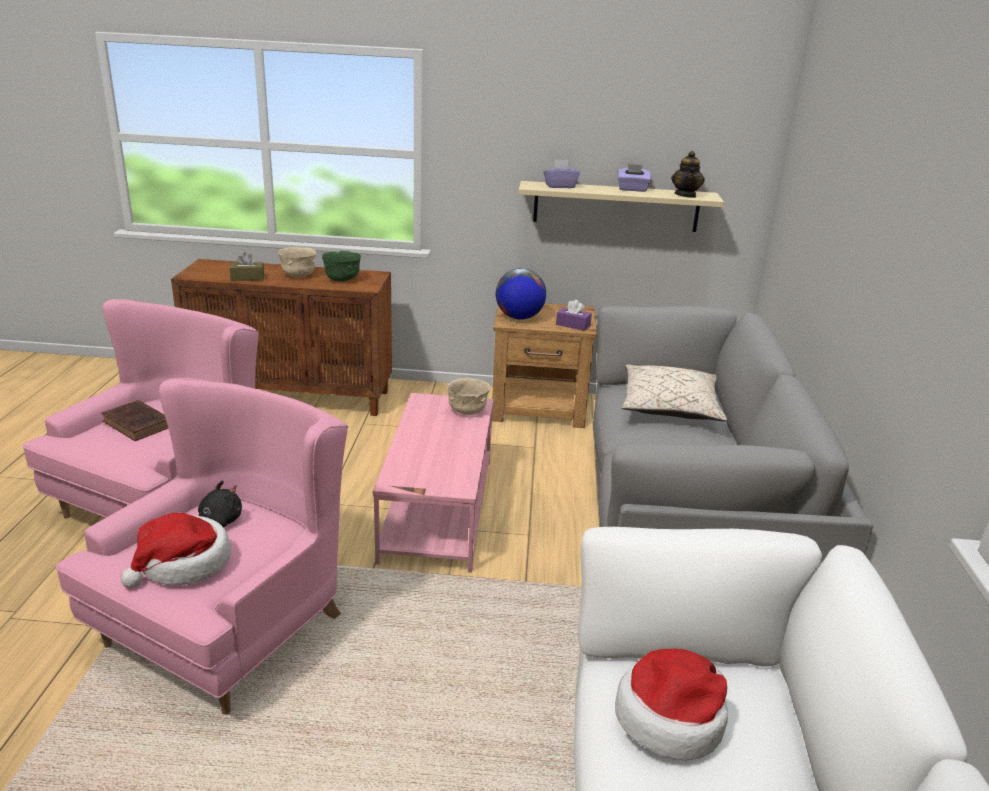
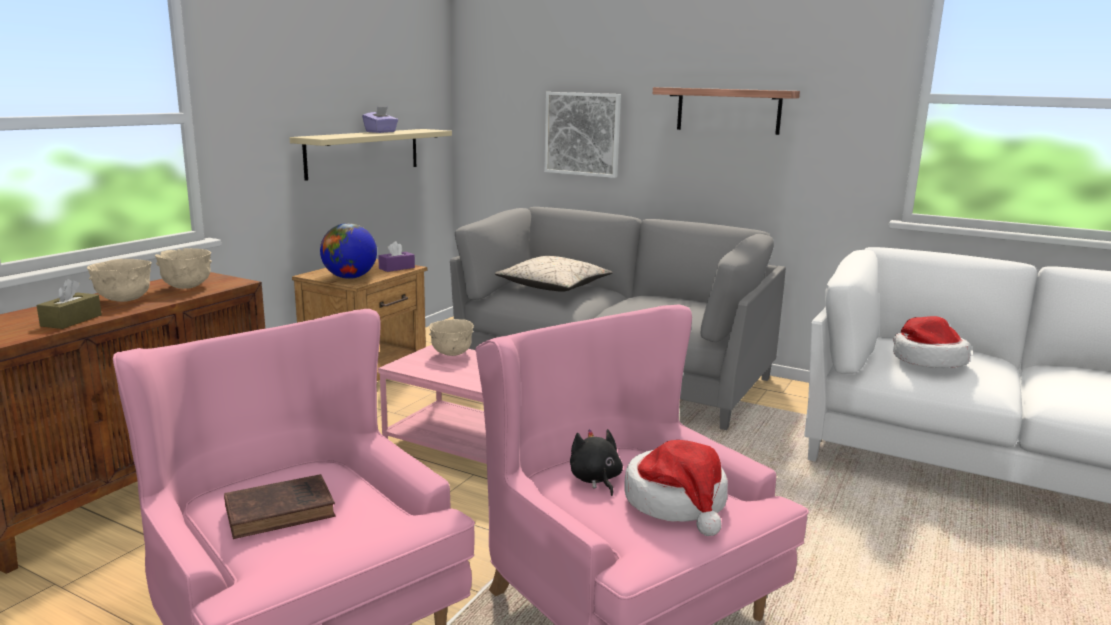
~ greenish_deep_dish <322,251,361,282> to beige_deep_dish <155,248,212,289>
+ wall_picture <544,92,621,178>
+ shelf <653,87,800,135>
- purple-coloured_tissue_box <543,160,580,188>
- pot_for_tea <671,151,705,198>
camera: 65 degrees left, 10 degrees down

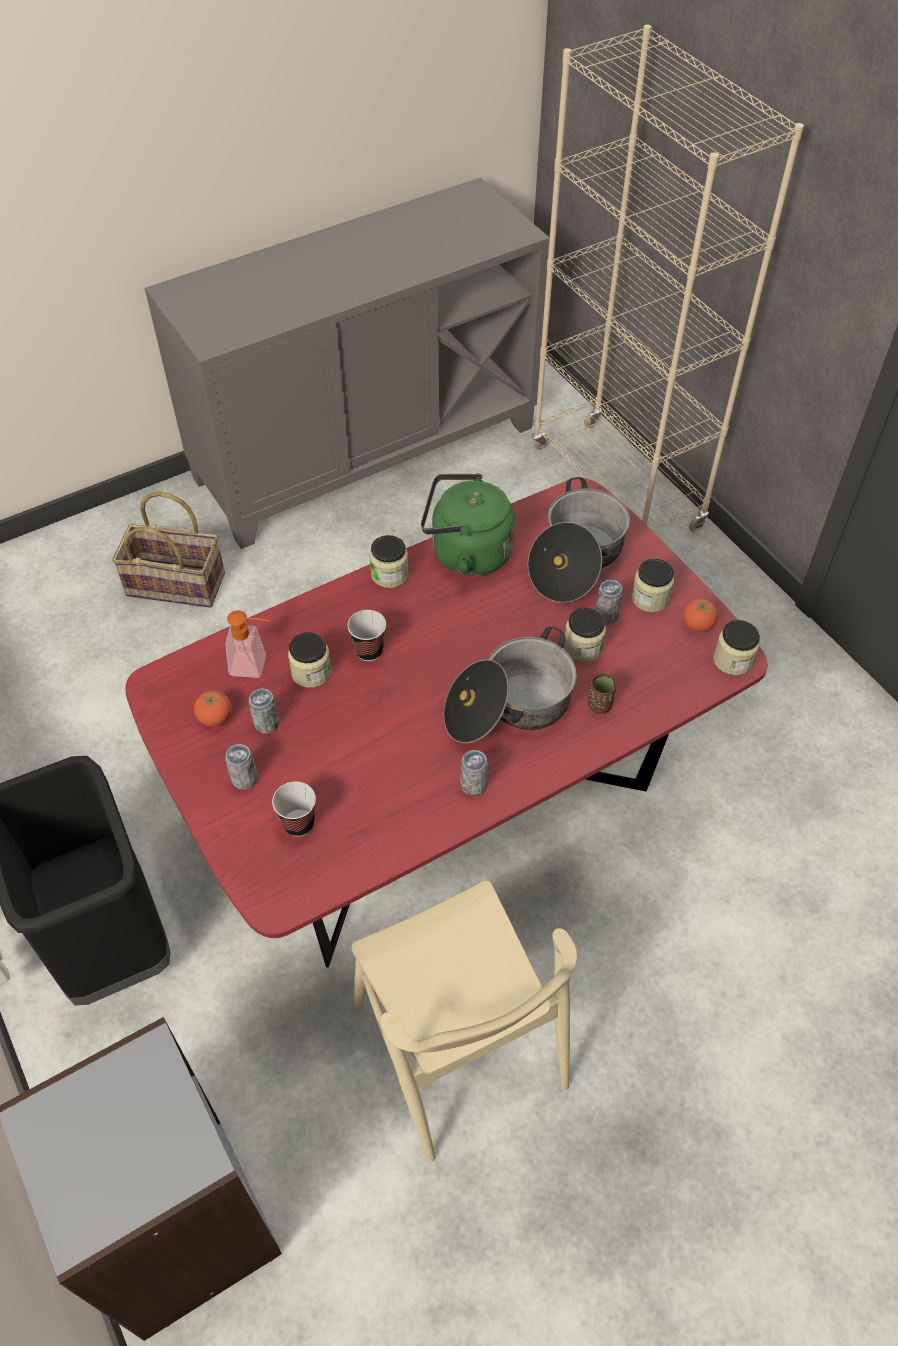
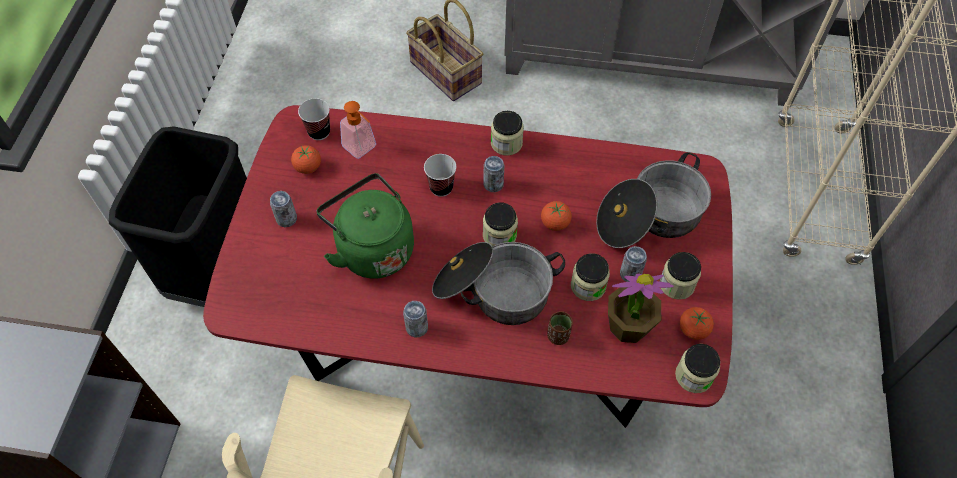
~ drinking_cup <272,782,316,837> to <298,98,330,140>
~ greenish_tea_kettle <421,473,516,576> to <316,173,414,279>
~ metal_can <249,688,279,734> to <483,156,504,192>
~ preserve_jar <288,632,331,688> to <483,202,518,246>
+ fresh_tomato <541,201,572,231>
+ houseplant <608,273,674,343>
camera: 40 degrees right, 5 degrees up

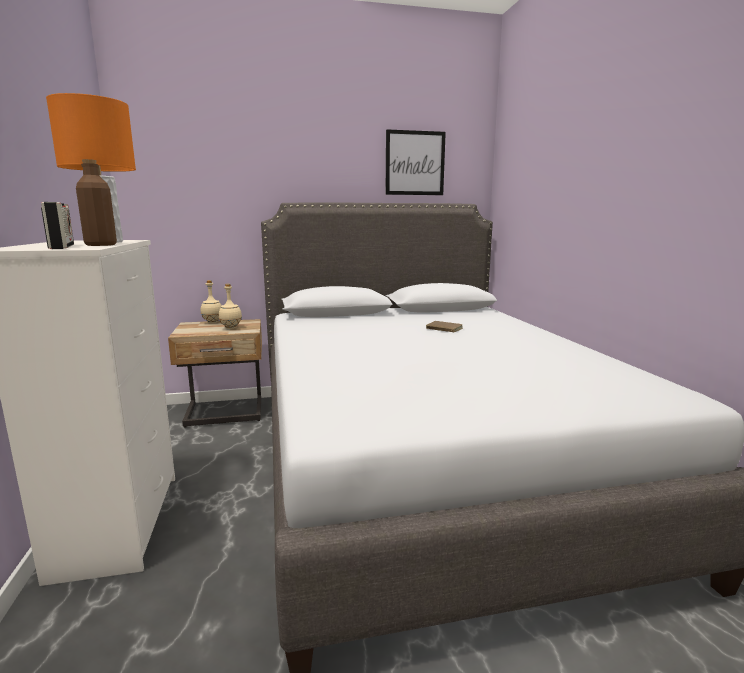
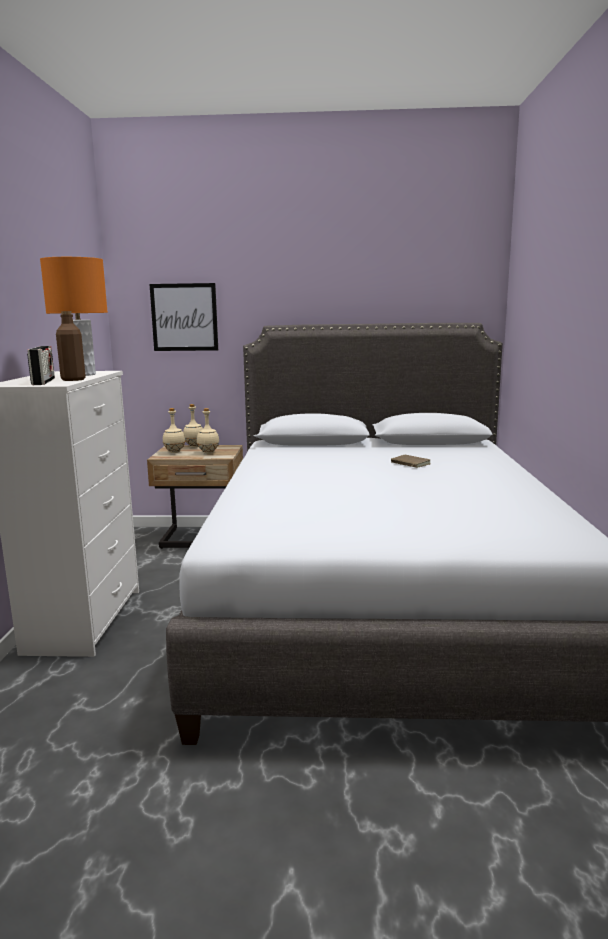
~ wall_picture <385,129,446,195> to <149,283,218,351>
+ beige_beverage_bottle <163,408,186,453>
camera: 15 degrees right, 0 degrees up

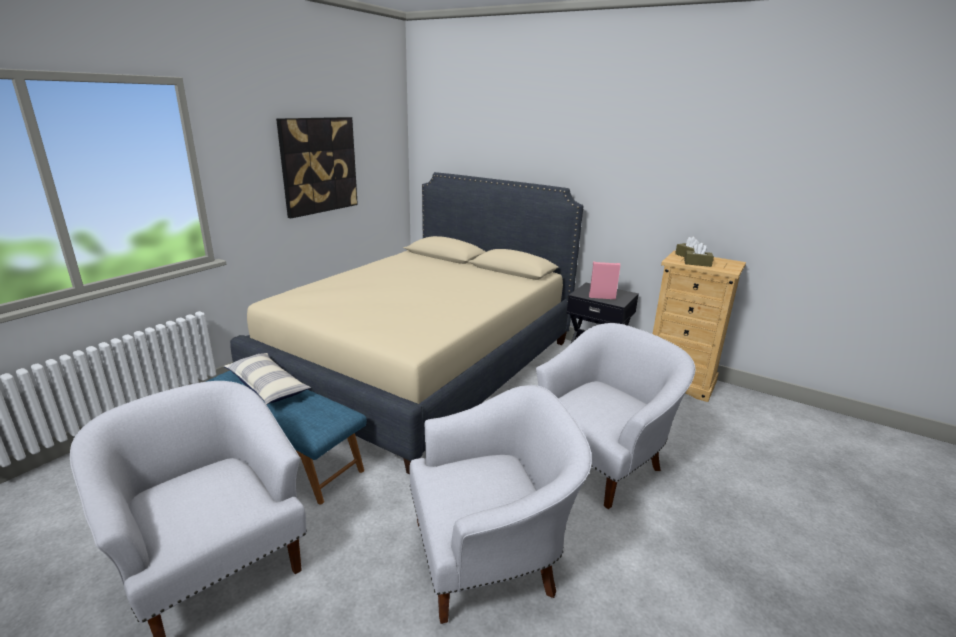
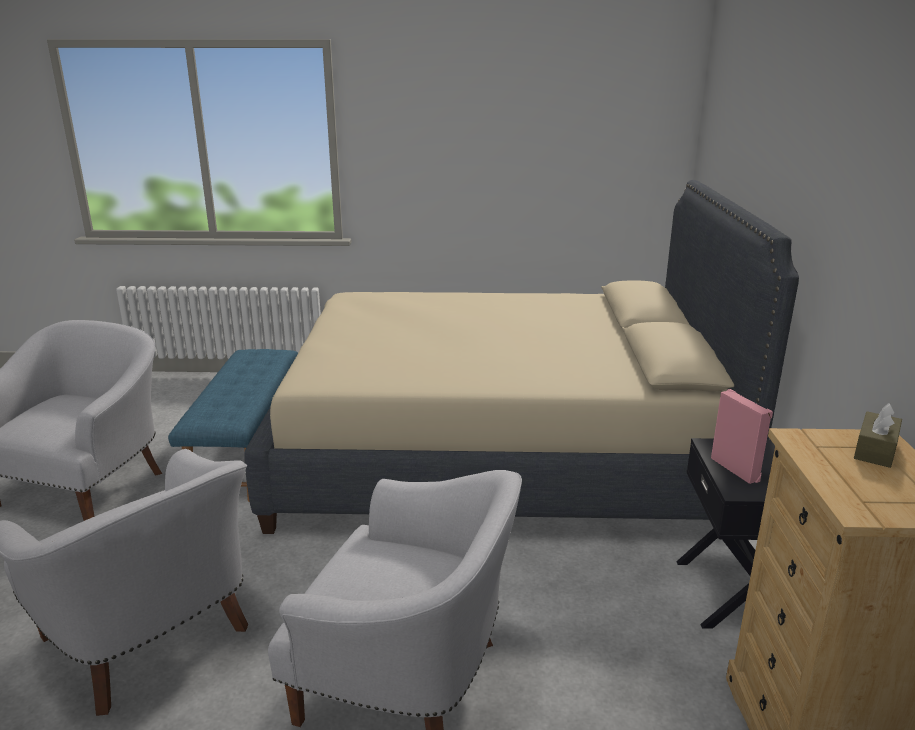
- cushion <224,353,311,405>
- wall_picture <276,117,358,218>
- brown-coloured_tissue_box <684,243,714,267>
camera: 60 degrees right, 0 degrees up

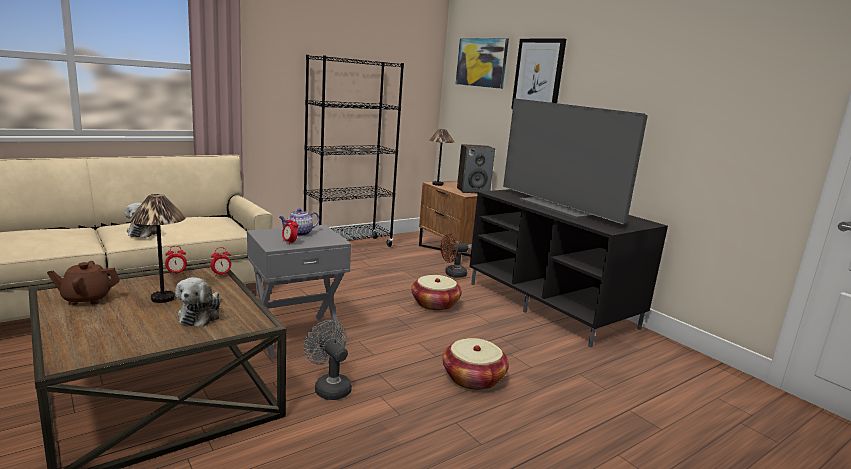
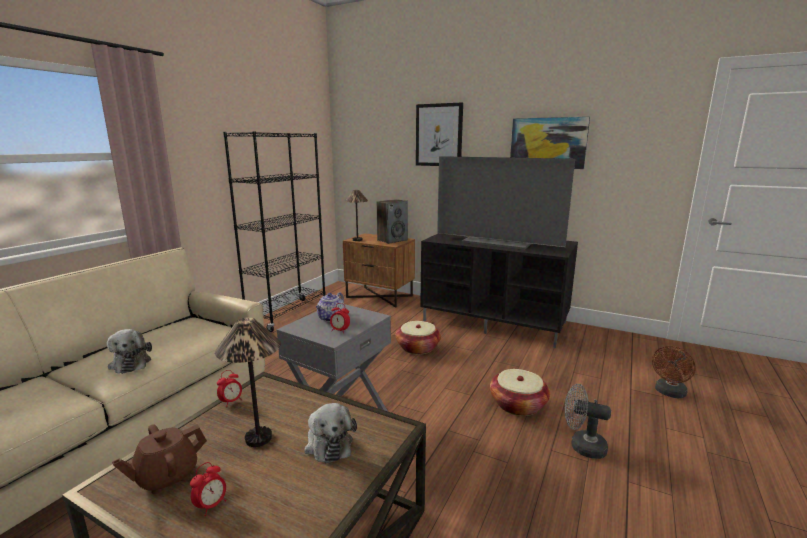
~ alarm_clock <211,247,231,277> to <190,462,226,516>
~ wall_picture <456,38,509,89> to <510,117,590,169>
~ grey_fan <304,320,352,400> to <565,384,611,459>
~ brown-coloured_fan <441,234,468,277> to <652,346,696,398>
camera: 25 degrees left, 0 degrees up

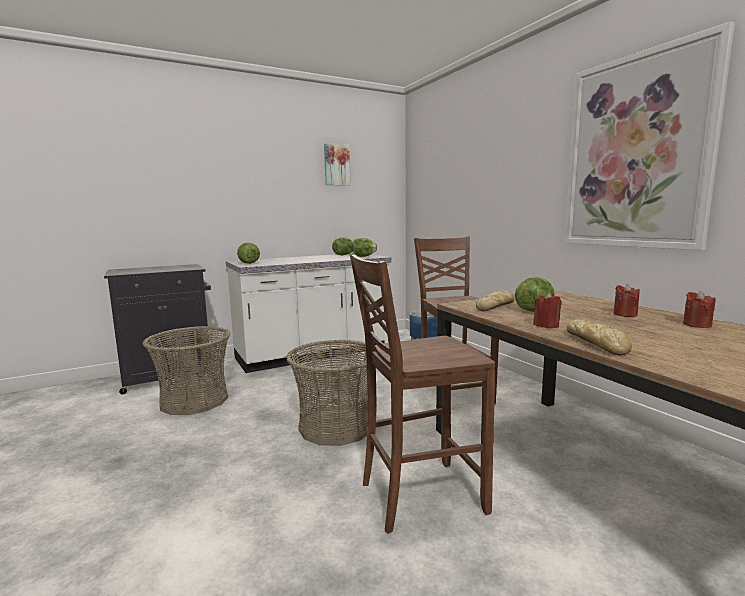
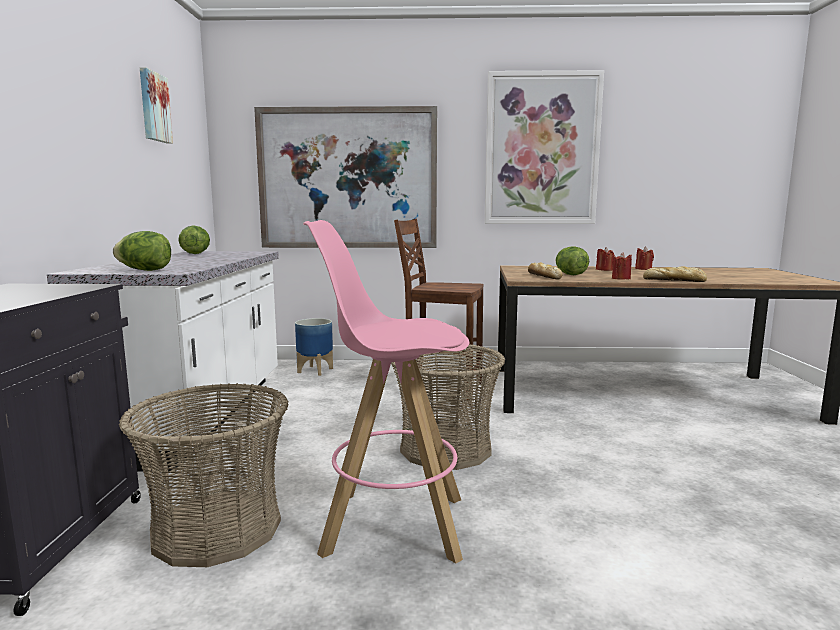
+ wall_picture <254,106,437,248>
+ pink-coloured_stool_seat <303,220,469,563>
- brown-coloured_chair <350,253,496,534>
- head_of_lettuce <352,238,377,257>
camera: 60 degrees left, 0 degrees up

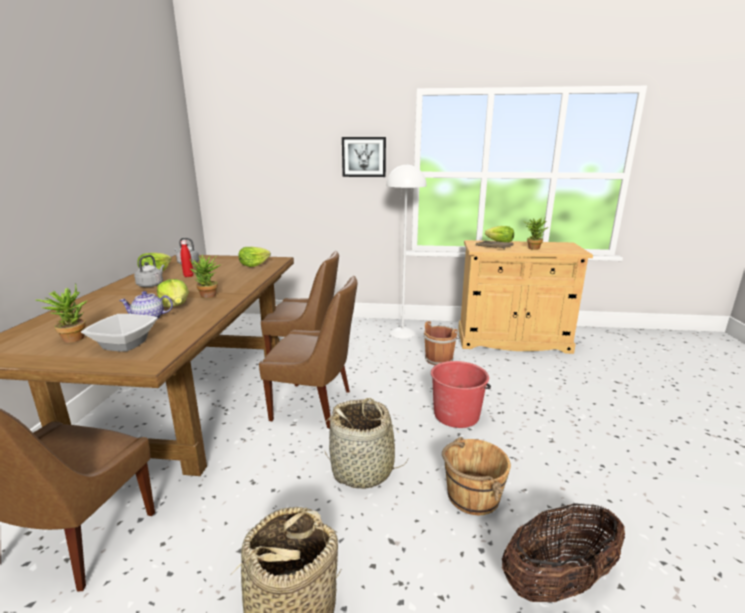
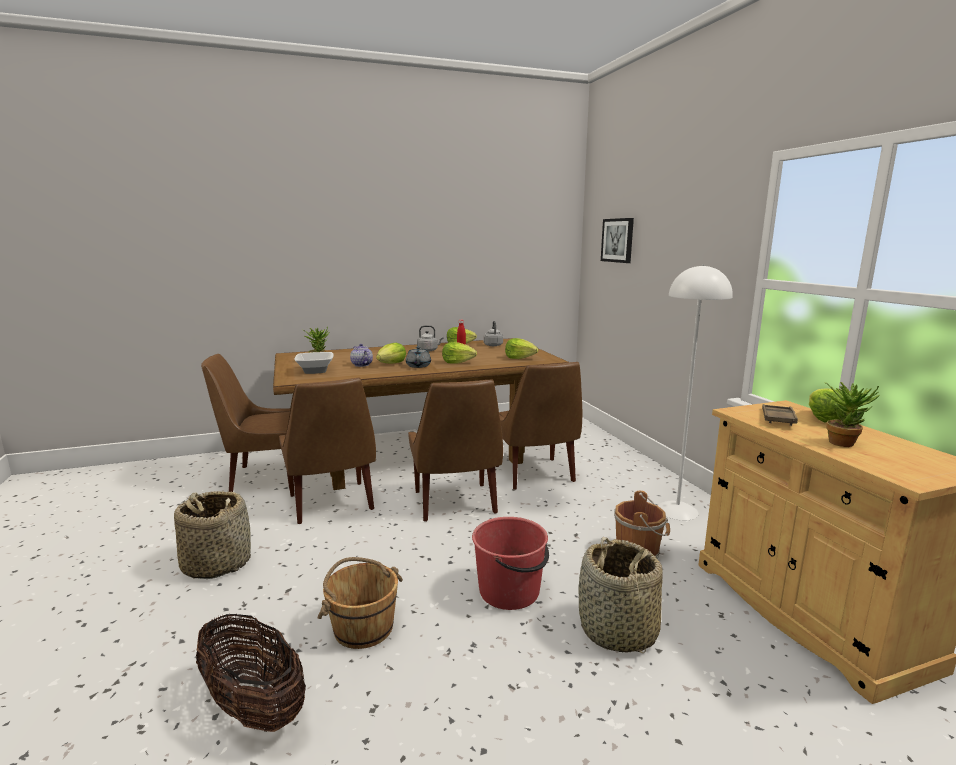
+ brown-coloured_chair <279,378,376,524>
~ houseplant <189,254,221,298> to grey_pot_for_tea <406,346,431,368>
+ head_of_lettuce <442,342,477,364>
~ storage_basket <324,398,408,489> to <578,537,663,653>
~ wall_picture <342,137,386,177> to <601,218,634,263>
camera: 65 degrees right, 5 degrees down

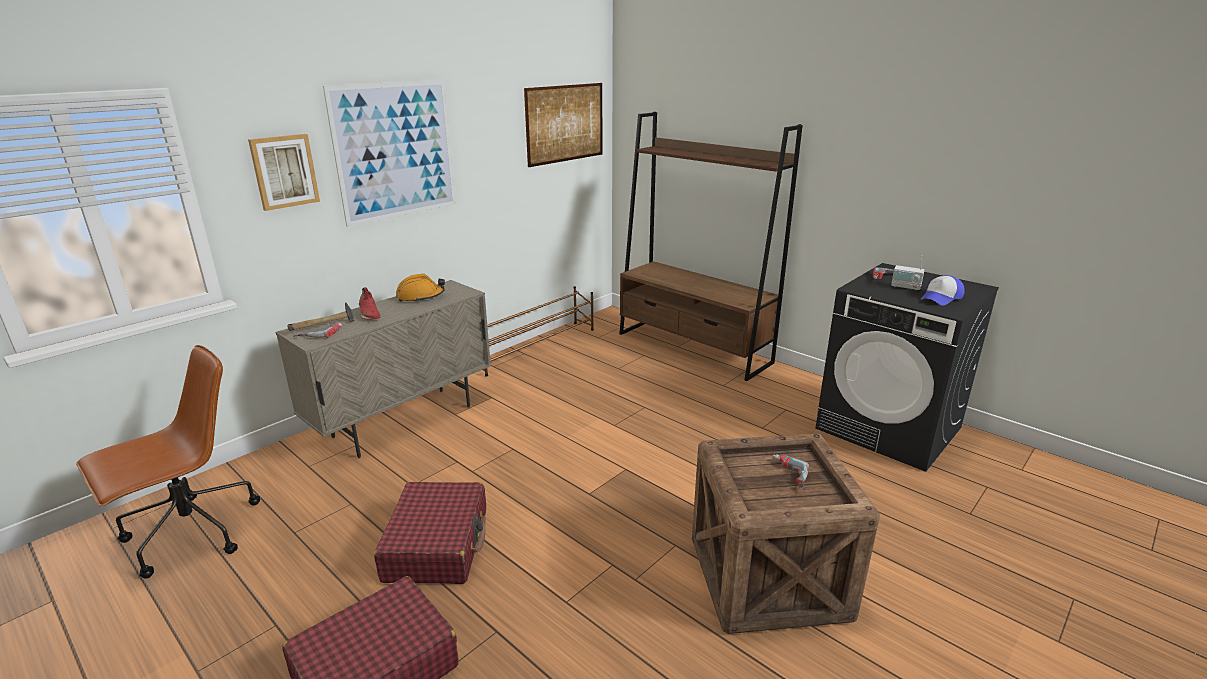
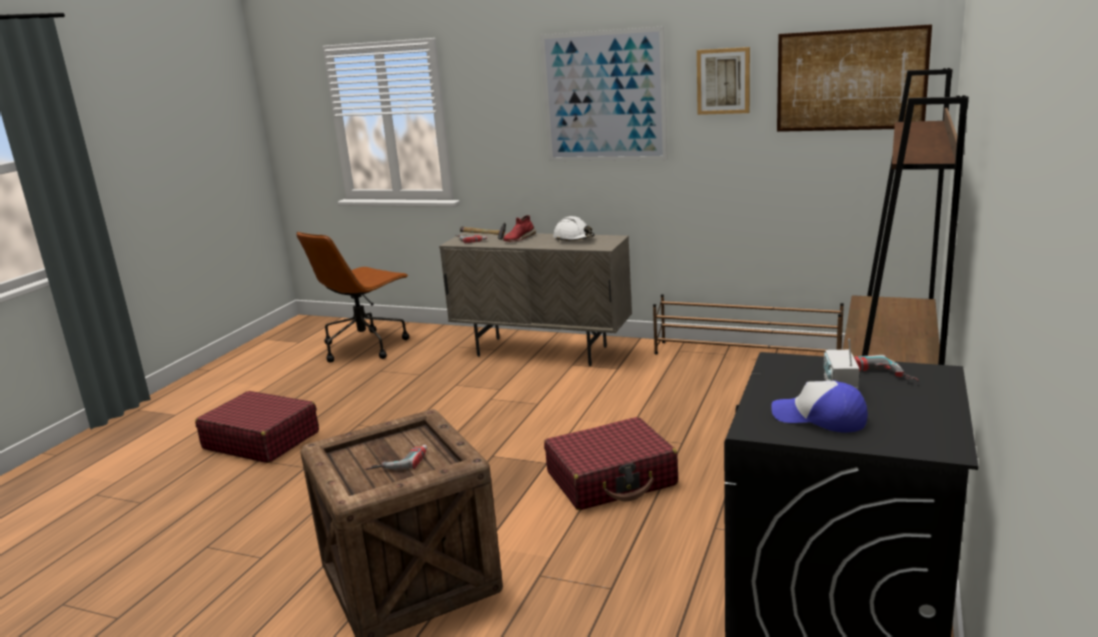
~ brown-coloured_computer_chair <76,345,260,579> = <296,232,409,363> 105 degrees clockwise
~ red_piece_of_luggage <374,482,486,584> to <544,417,678,510>
~ orange_safety_helmet <396,274,445,302> to whitish_safety_helmet <553,216,594,241>
~ wall_picture <248,134,320,211> to <697,47,750,115>
camera: 70 degrees right, 5 degrees down

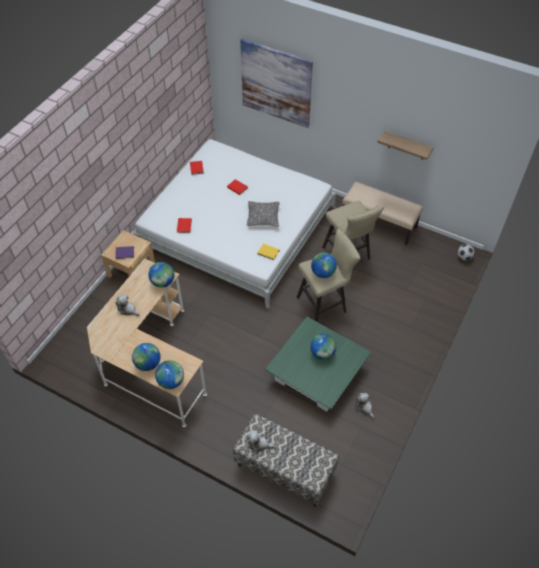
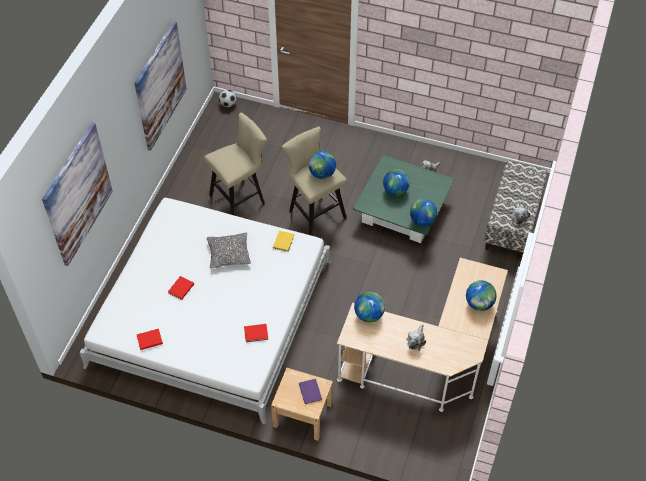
~ shelf <377,131,433,160> to wall_picture <134,21,187,150>
~ world_globe <155,360,184,389> to <410,199,437,226>
- beige_indoor_bench <342,182,423,245>
camera: 100 degrees left, 0 degrees up

